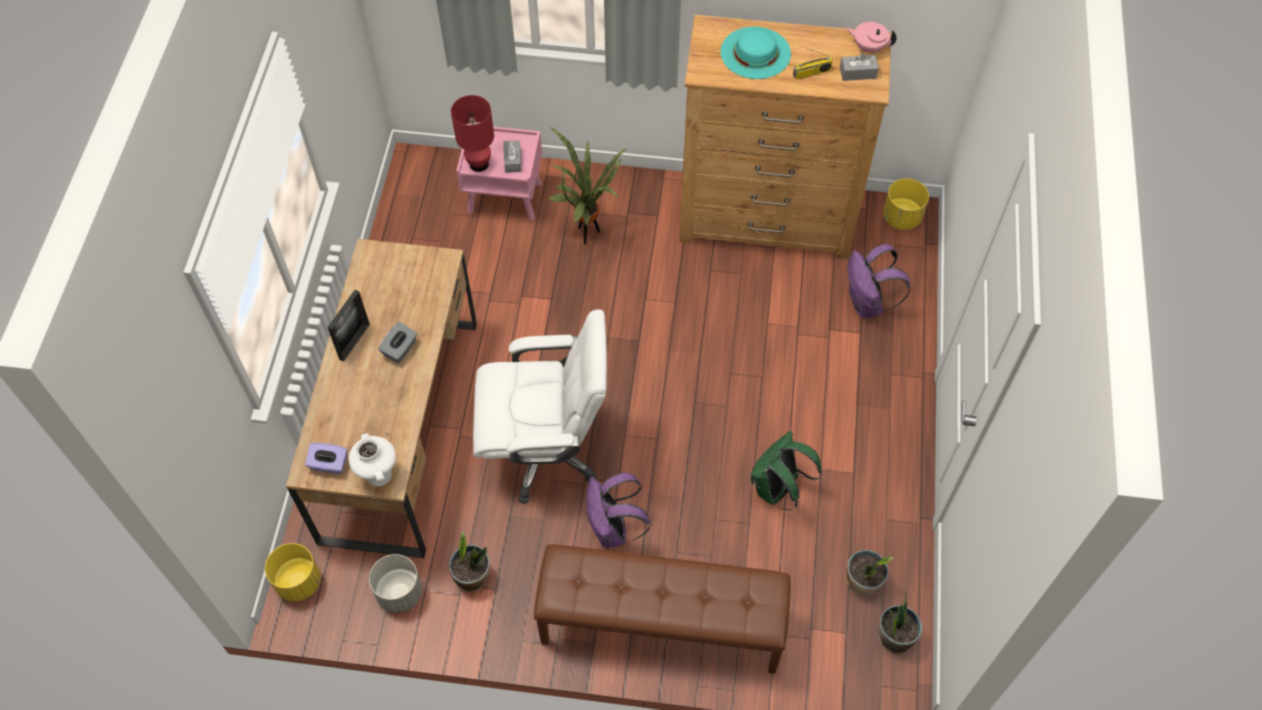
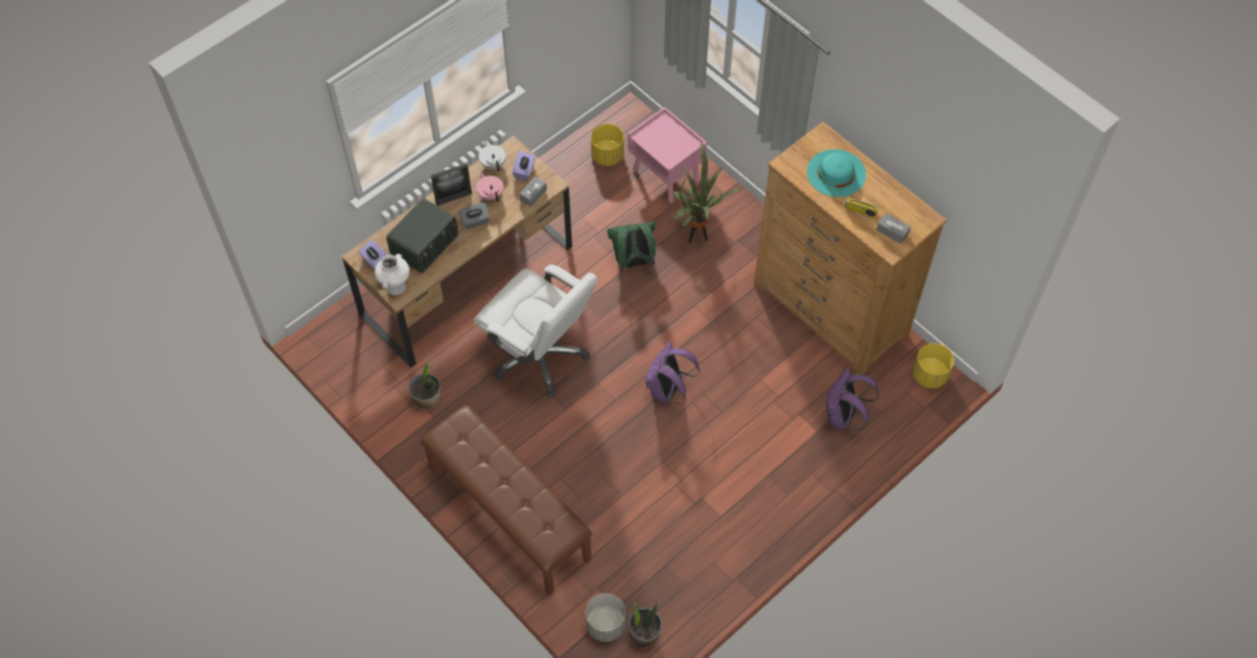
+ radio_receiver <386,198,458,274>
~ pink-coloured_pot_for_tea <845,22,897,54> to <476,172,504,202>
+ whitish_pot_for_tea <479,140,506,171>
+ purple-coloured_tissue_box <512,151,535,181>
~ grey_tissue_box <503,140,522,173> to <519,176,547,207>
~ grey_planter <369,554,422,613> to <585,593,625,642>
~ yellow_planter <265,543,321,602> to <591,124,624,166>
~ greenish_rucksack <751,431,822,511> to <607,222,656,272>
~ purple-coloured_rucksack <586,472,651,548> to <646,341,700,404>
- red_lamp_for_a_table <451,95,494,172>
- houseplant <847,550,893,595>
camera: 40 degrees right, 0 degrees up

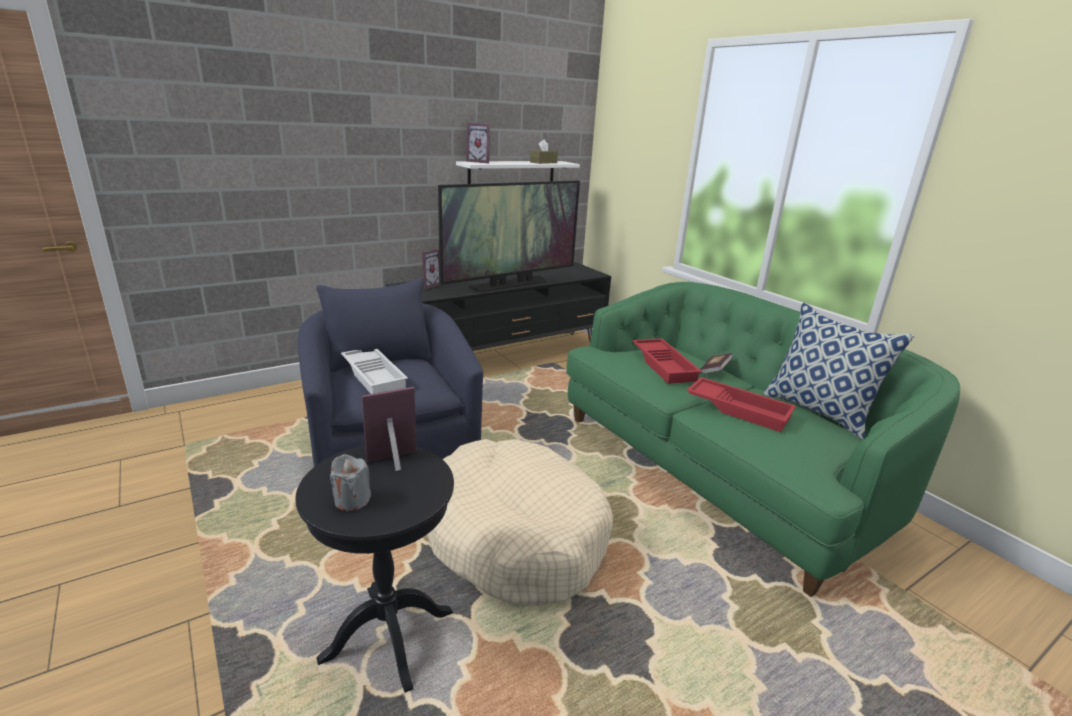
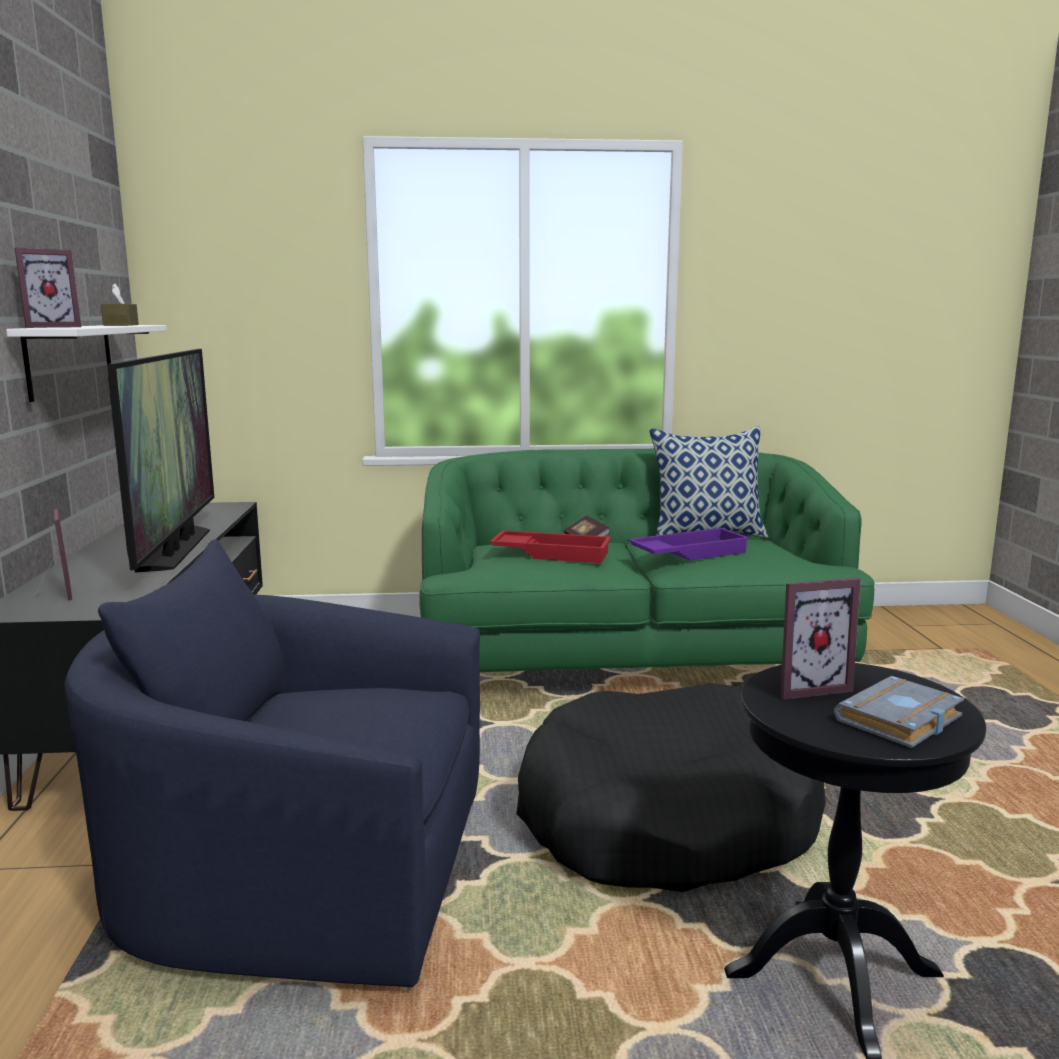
~ beige_dog_cushion <427,439,613,606> to black-coloured_dog_cushion <516,683,826,892>
~ red_carrying_tray <686,377,796,432> to purple-coloured_carrying_tray <628,528,750,560>
~ picture_frame <362,387,416,471> = <780,578,861,700> 105 degrees counterclockwise
~ grey_wax_candle <330,454,371,511> to grey_volume <834,676,964,748>
- whitish_carrying_tray <341,349,408,394>
camera: 60 degrees left, 10 degrees down

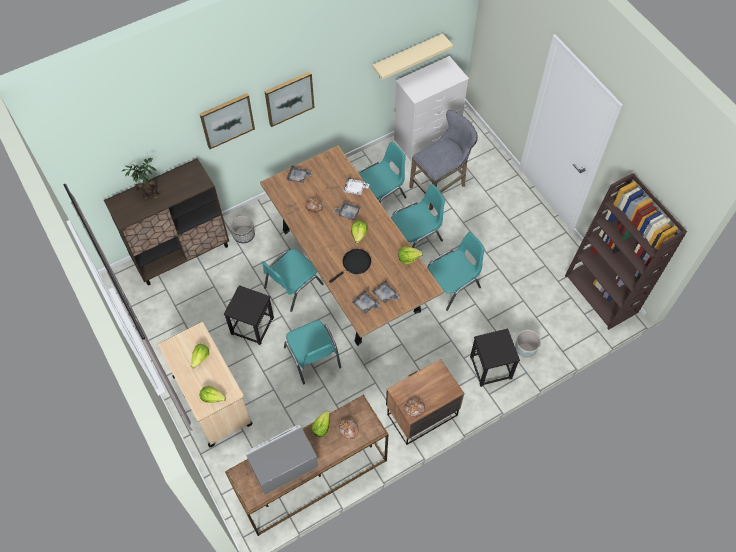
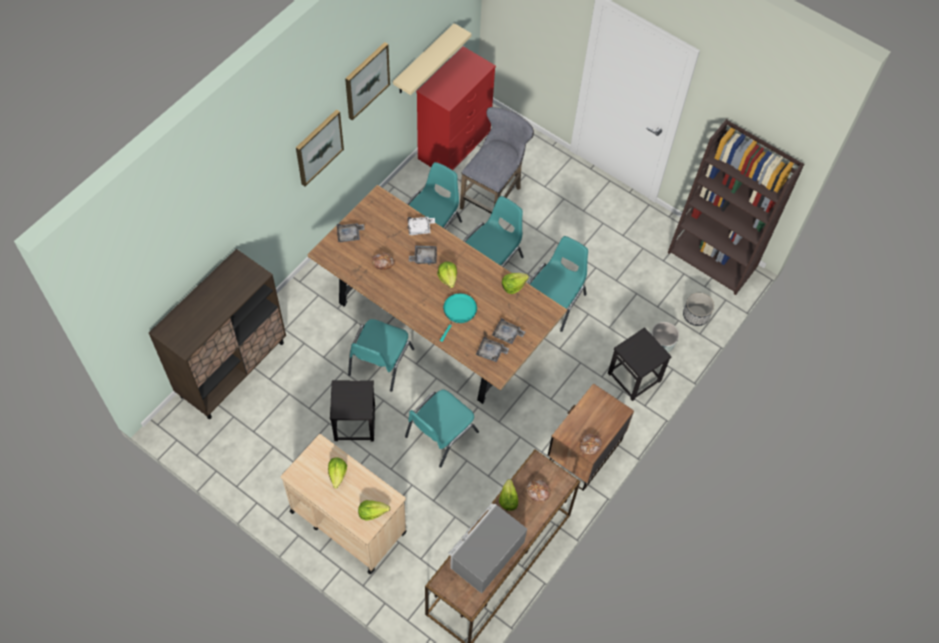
~ wall_picture <200,93,255,149> to <345,42,390,121>
~ turquoise_chair <284,320,341,384> = <405,390,479,468> 90 degrees clockwise
~ whitish_dresser <394,56,469,161> to red_dresser <416,46,496,170>
~ black-coloured_skillet <329,249,371,283> to turquoise_skillet <440,293,477,342>
~ planter <230,216,255,243> to <683,293,714,326>
- houseplant <122,158,159,199>
camera: 25 degrees left, 0 degrees up

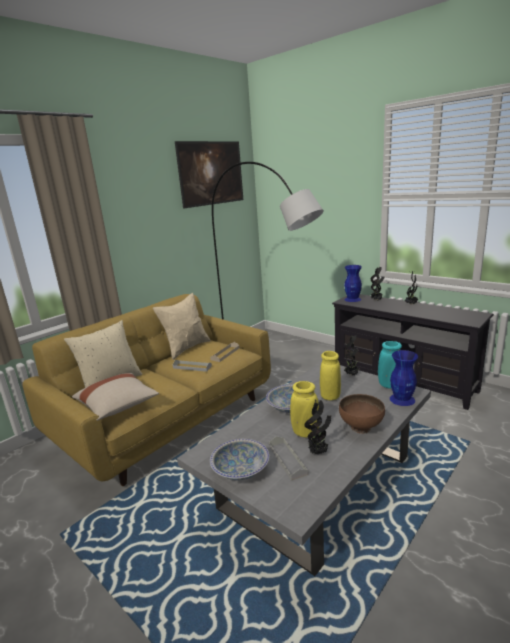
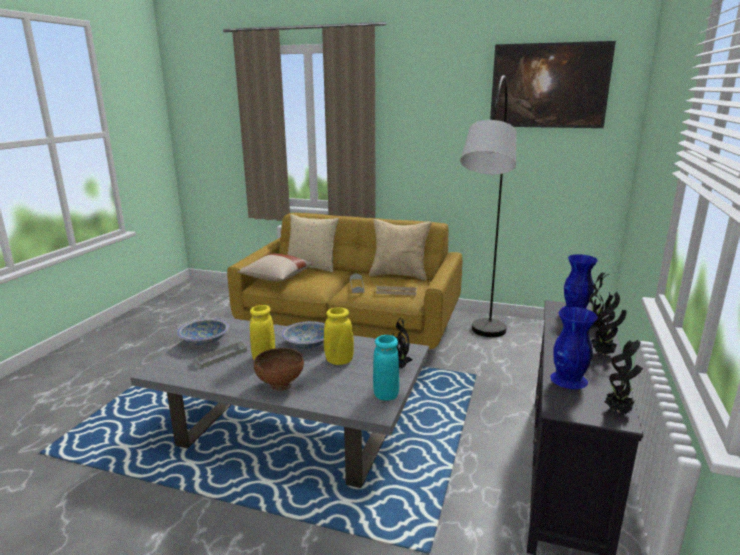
~ blue-coloured_flower_vase <390,350,418,406> to <550,307,598,389>
~ houseplant <304,400,331,455> to <605,339,643,415>
camera: 65 degrees right, 0 degrees up

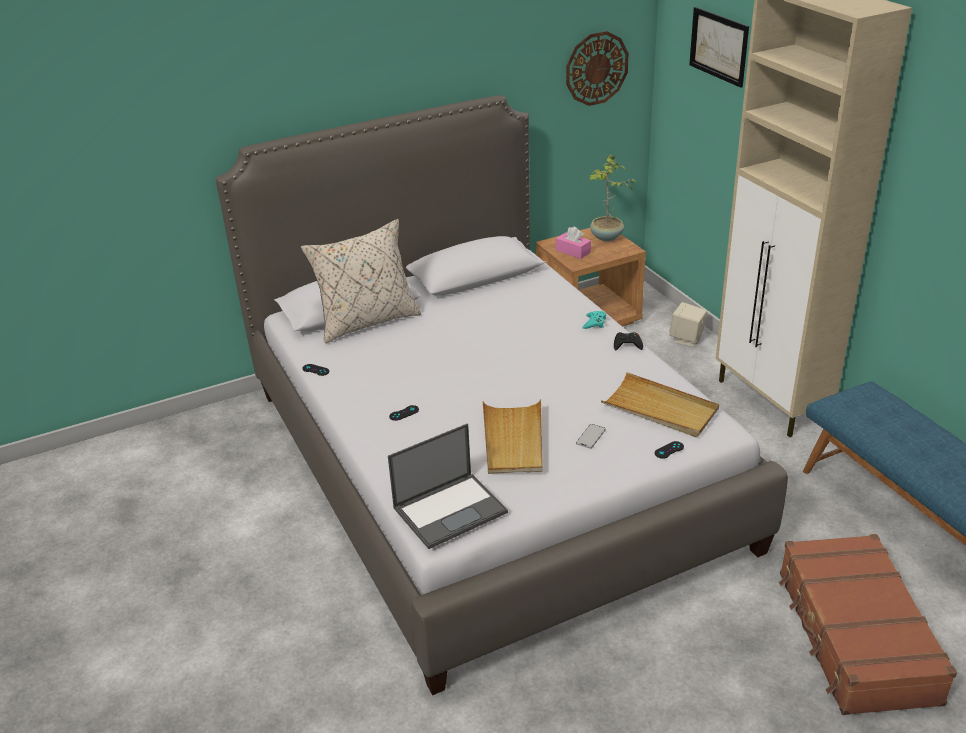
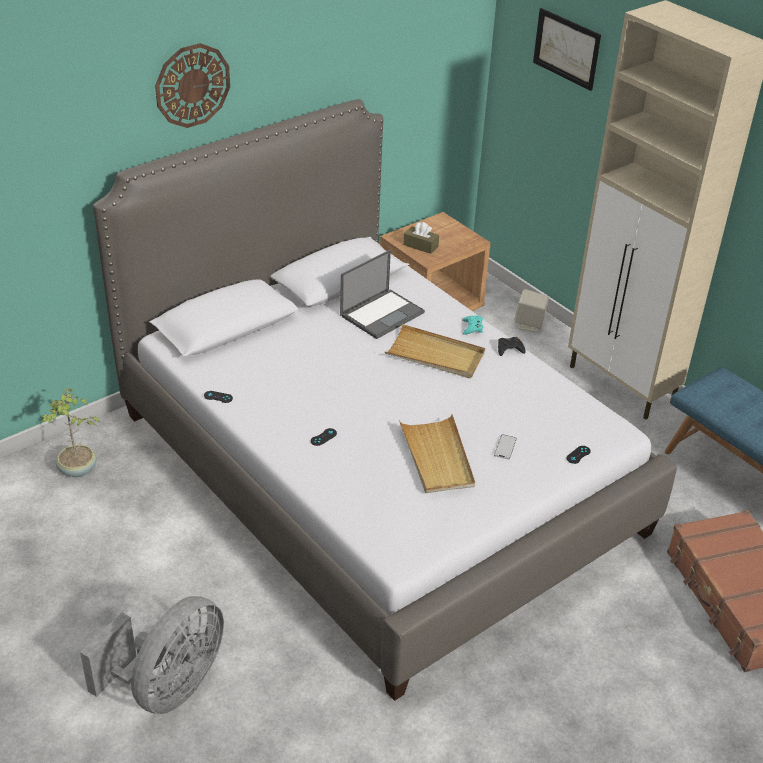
~ houseplant <589,155,637,241> to <42,388,100,477>
+ grey_fan <80,596,224,715>
~ hanging_clock <566,31,629,106> to <155,43,230,128>
~ laptop <388,423,508,549> to <340,250,425,339>
~ beige_carrying_tray <601,372,719,437> to <385,324,485,378>
~ pink-coloured_tissue_box <556,227,591,259> to brown-coloured_tissue_box <403,222,439,254>
- beige_cushion <301,219,421,343>
camera: 15 degrees left, 5 degrees up

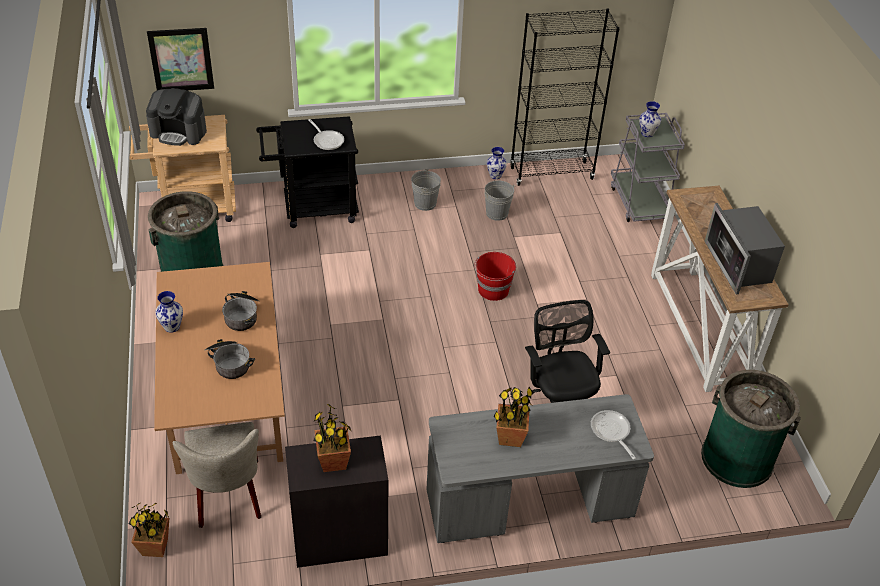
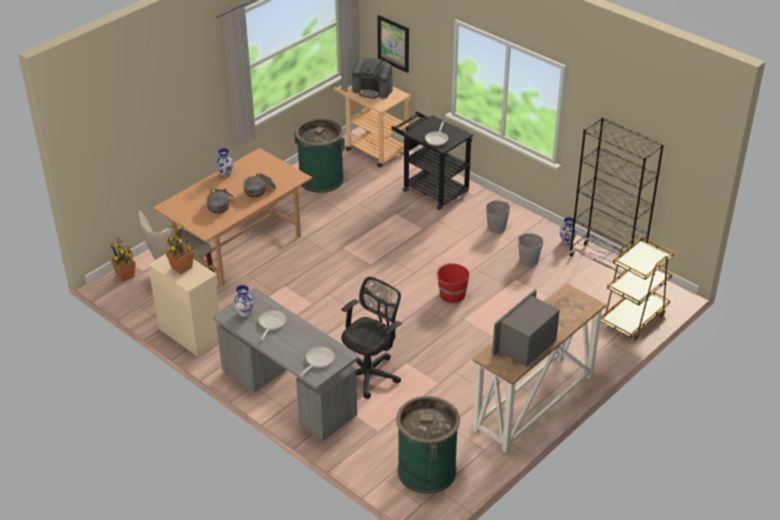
~ black-coloured_cabinet <285,435,388,568> to beige_cabinet <148,254,219,357>
~ flower_vase <639,101,661,137> to <233,285,254,317>
~ houseplant <494,387,534,447> to skillet <258,310,287,340>
~ coffee_machine <146,88,207,146> = <352,58,393,99> 45 degrees counterclockwise
~ grey_wheeled_cart <611,113,685,222> to brown-coloured_wheeled_cart <601,237,674,340>
camera: 55 degrees right, 5 degrees down

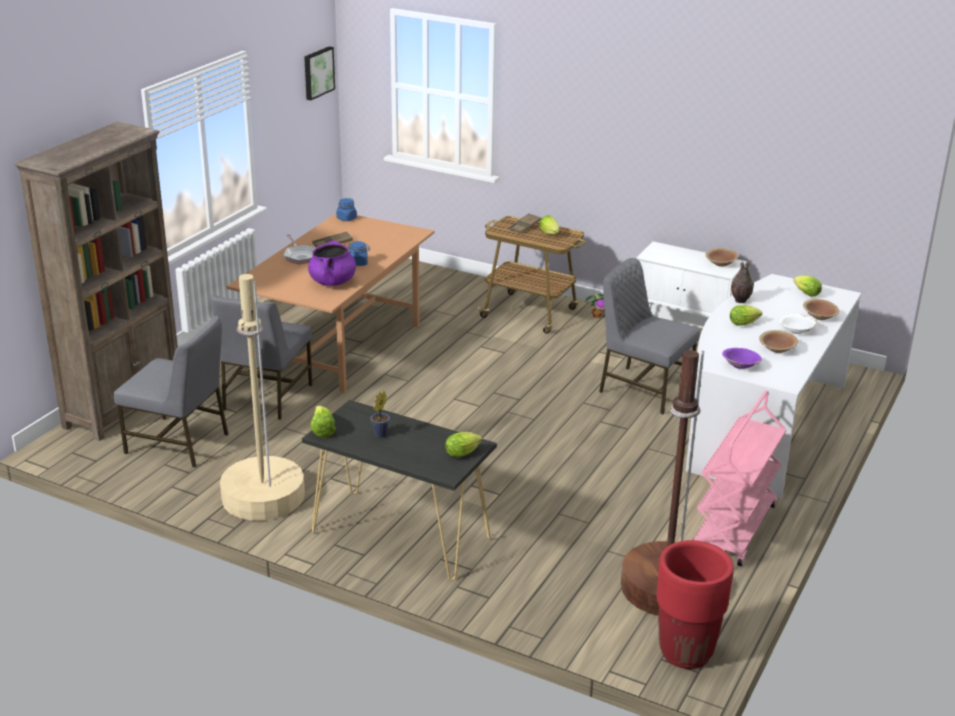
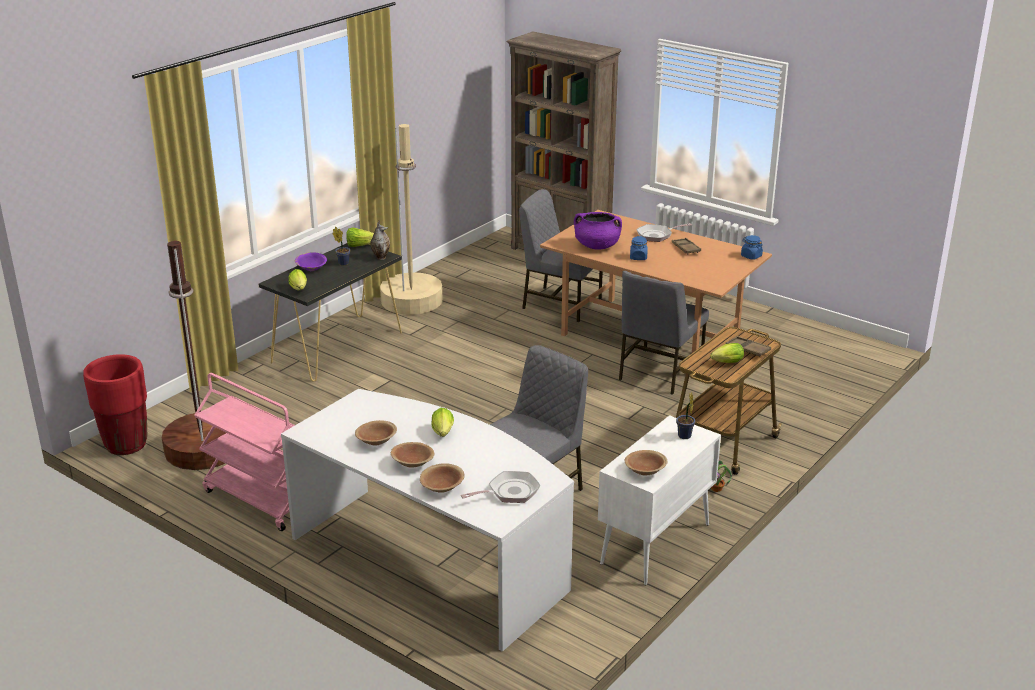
~ purple-coloured_deep_dish <722,348,762,369> to <295,252,327,271>
~ flower_vase <731,261,754,303> to <371,220,390,260>
~ whitish_deep_dish <780,314,818,334> to brown-coloured_deep_dish <391,442,434,468>
~ head_of_lettuce <793,275,822,296> to skillet <461,471,541,503>
~ grey_chair <114,316,228,467> to <619,271,709,395>
+ houseplant <676,392,695,439>
- wall_picture <304,46,335,100>
camera: 100 degrees right, 0 degrees up

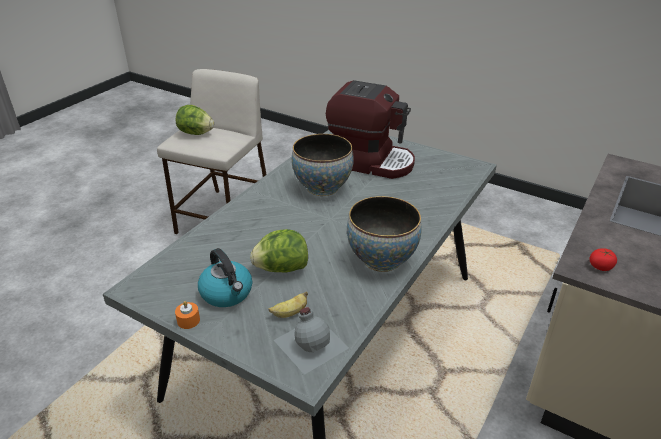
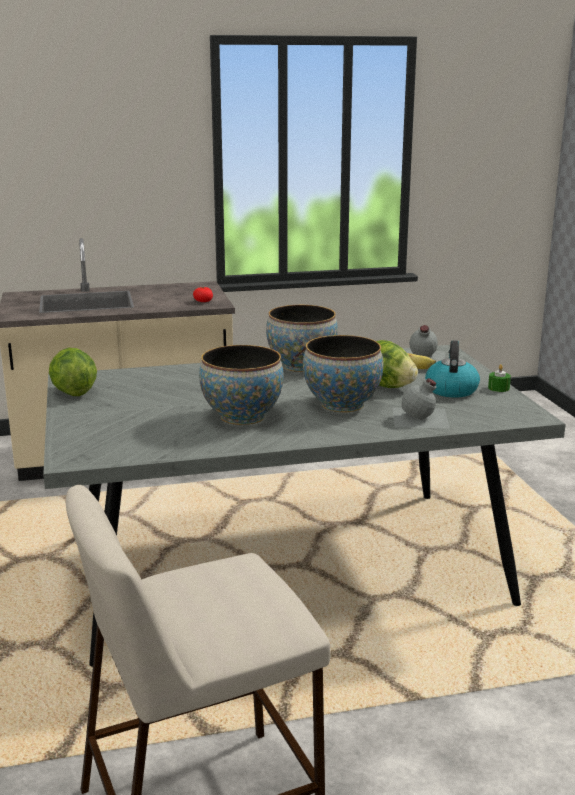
~ head_of_lettuce <176,105,214,135> to <49,348,97,396>
+ deep_dish <303,335,383,413>
+ grey_beverage_bottle <392,378,450,429>
~ orange_wax_candle <175,301,200,329> to greenish_wax_candle <488,364,511,392>
- coffee_machine <326,80,415,179>
camera: 135 degrees left, 15 degrees down

